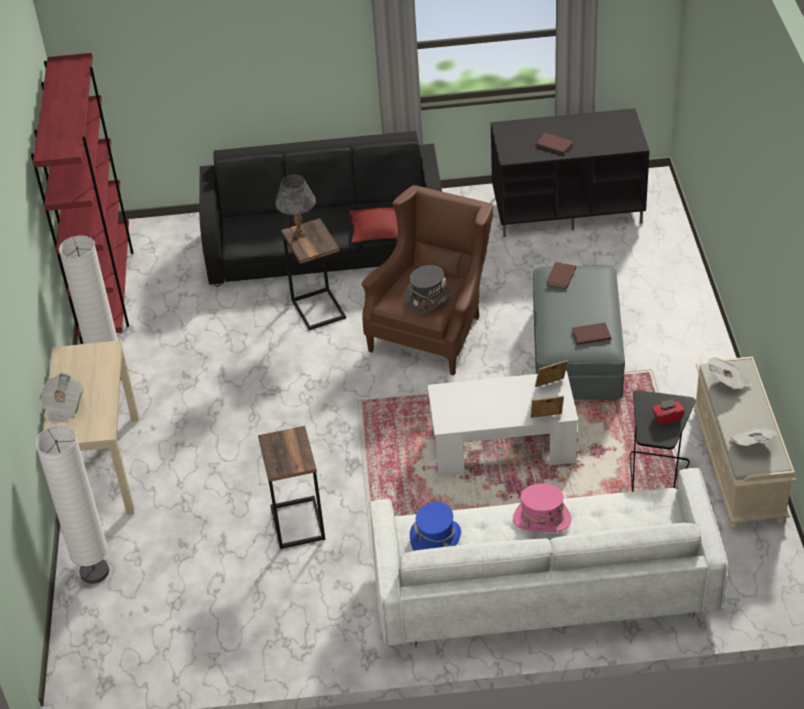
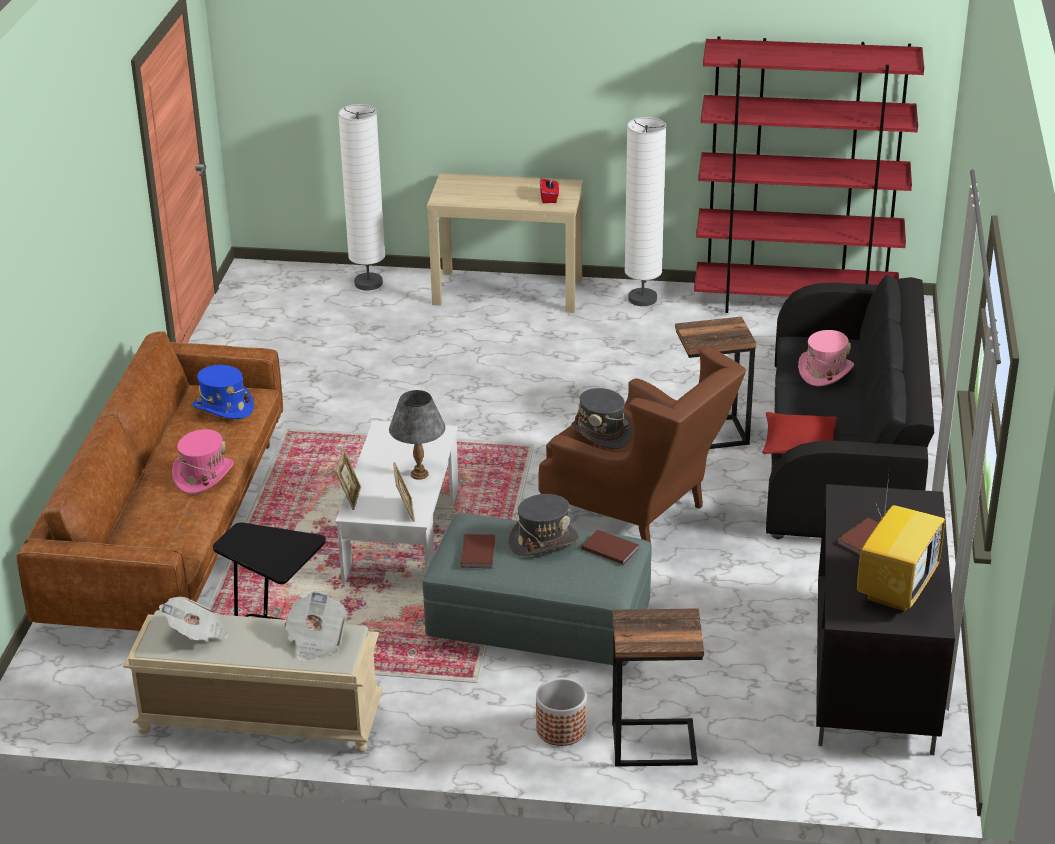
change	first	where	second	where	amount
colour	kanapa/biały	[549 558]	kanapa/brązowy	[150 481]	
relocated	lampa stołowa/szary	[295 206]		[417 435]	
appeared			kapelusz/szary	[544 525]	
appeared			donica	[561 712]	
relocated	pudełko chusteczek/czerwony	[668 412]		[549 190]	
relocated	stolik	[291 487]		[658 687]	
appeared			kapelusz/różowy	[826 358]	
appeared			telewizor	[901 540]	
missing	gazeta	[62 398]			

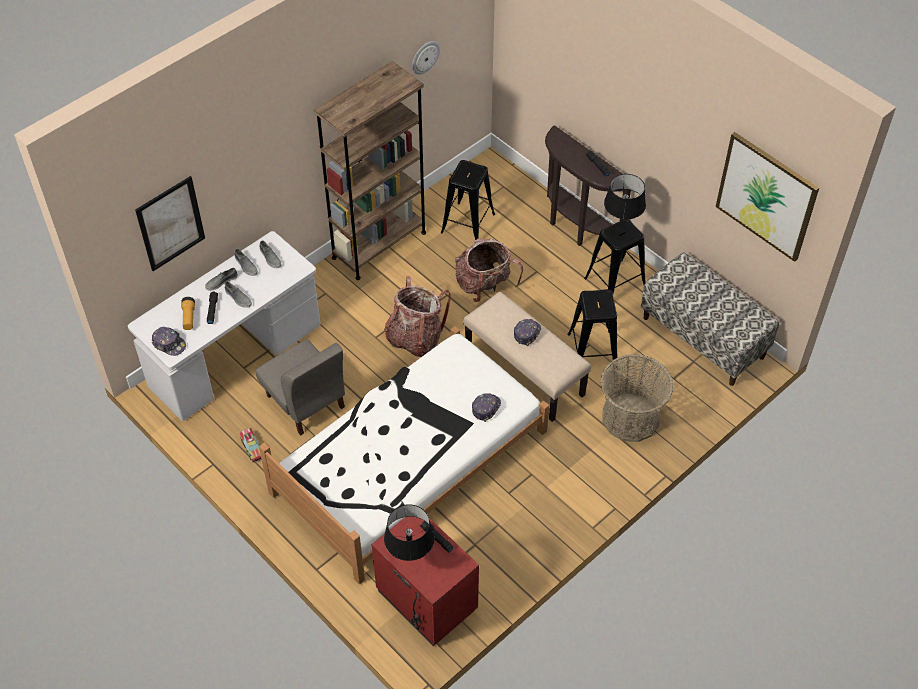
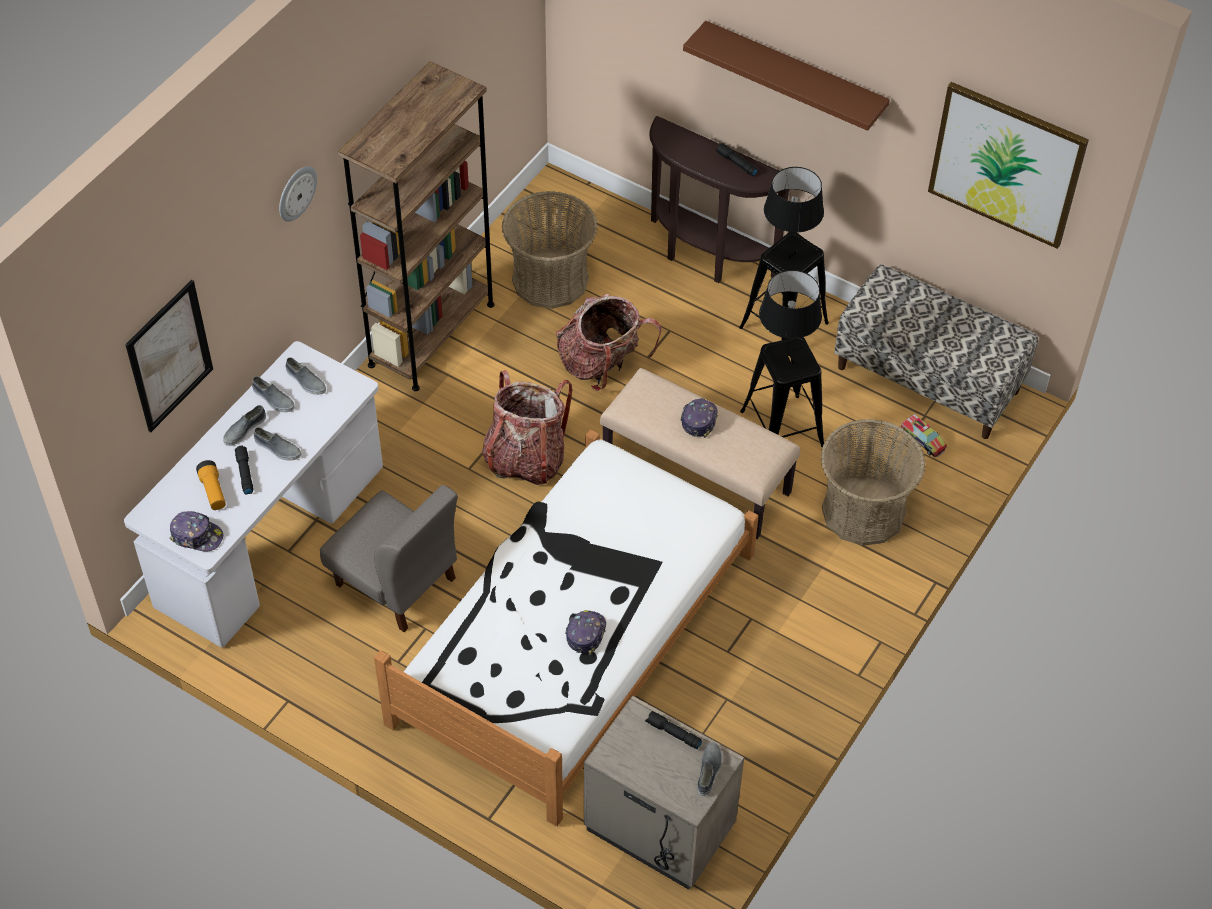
change	first	where	second	where	amount
relocated	zegar ścienny	[426 57]		[298 194]	
exchanged	stołek/czarny	[468 200]	koszyk	[549 250]	
relocated	czapka z daszkiem	[486 407]		[585 632]	
colour	szafka nocna/czerwony	[425 581]	szafka nocna/beżowy	[664 793]	
appeared			półka/brązowy	[786 76]	
appeared			but/szary	[709 769]	
relocated	lampa stołowa/czarny	[409 532]		[790 310]	
relocated	ciężarówka zabawkowa	[250 445]		[924 435]	

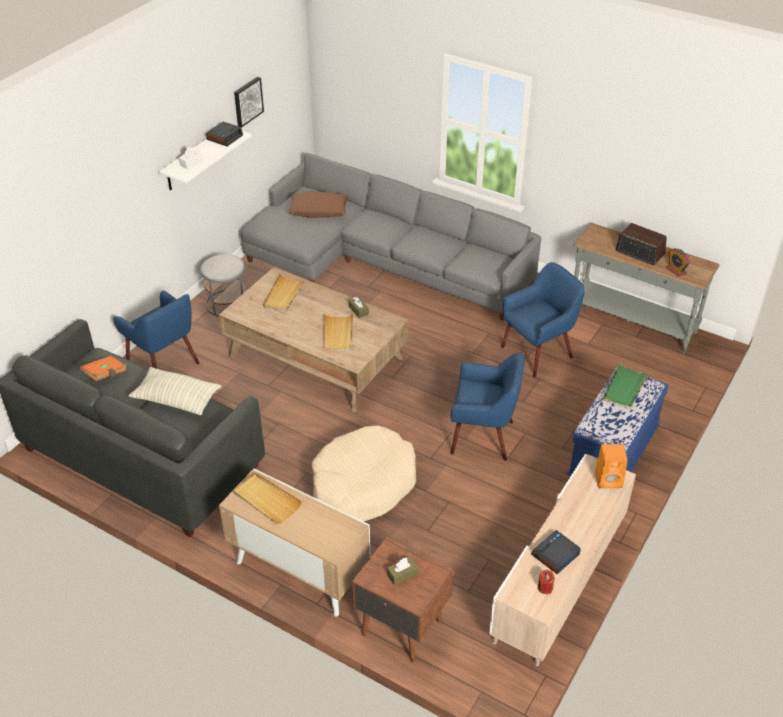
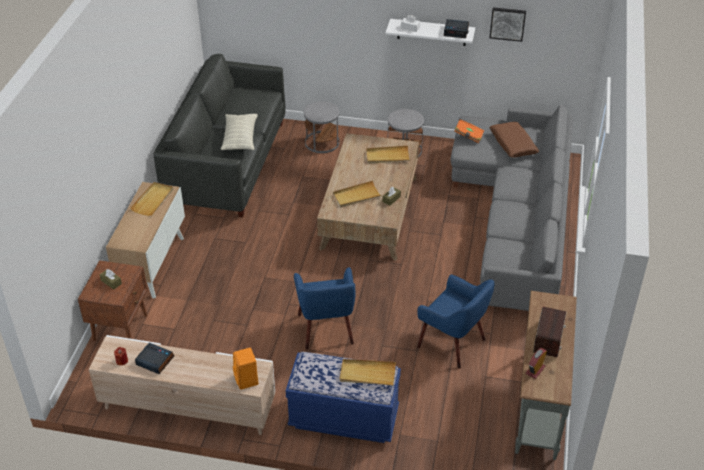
change	first	where	second	where	amount
exchanged	fotel/niebieski	[156 329]	stolik/szary	[321 127]	
colour	taca/zielony	[626 385]	taca/beżowy	[367 372]	
relocated	książka/pomarańczowy	[103 368]		[469 131]	
missing	legowisko/beżowy	[364 473]			

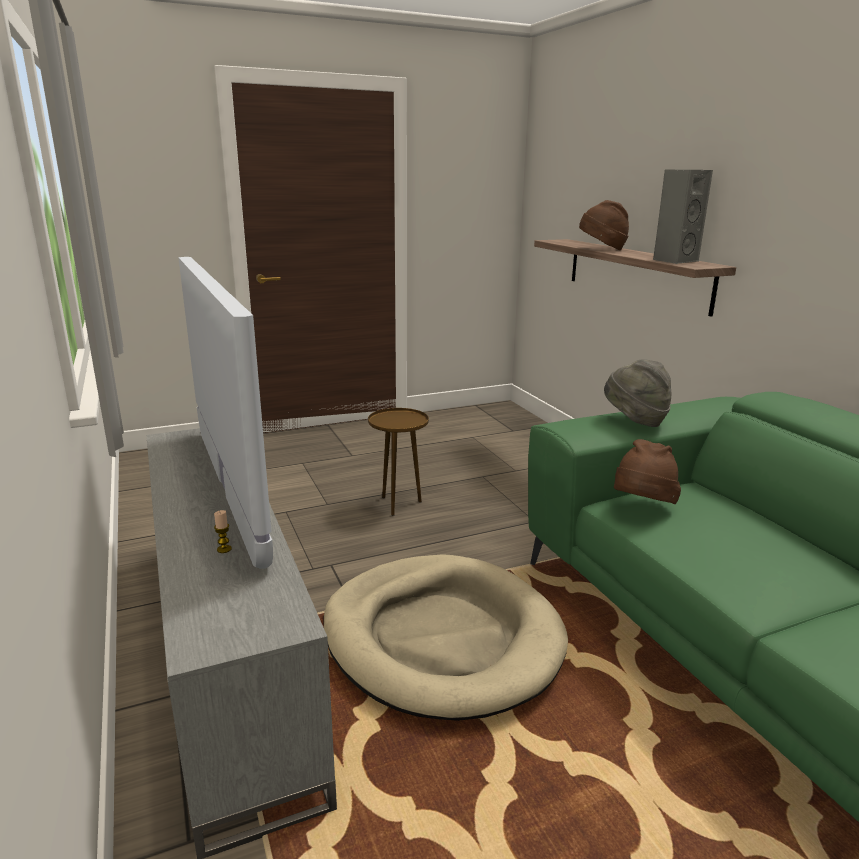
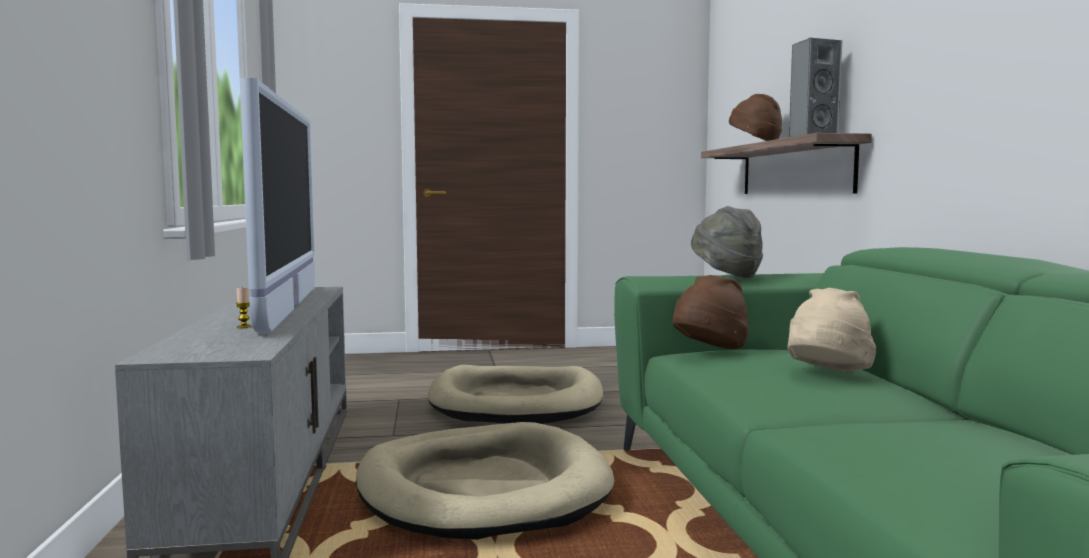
change	first	where	second	where	amount
exchanged	stolik/brązowy	[398 462]	legowisko/beżowy	[515 394]	
appeared			kapelusz/beżowy	[832 329]	

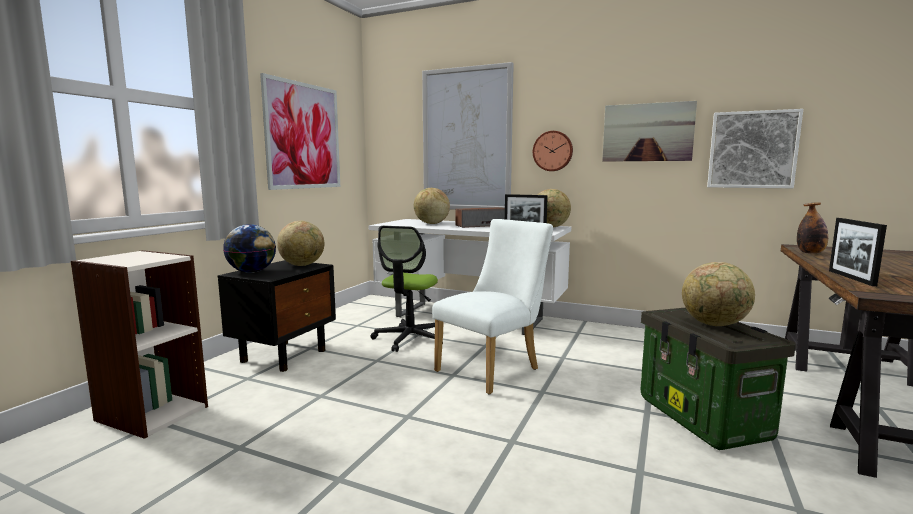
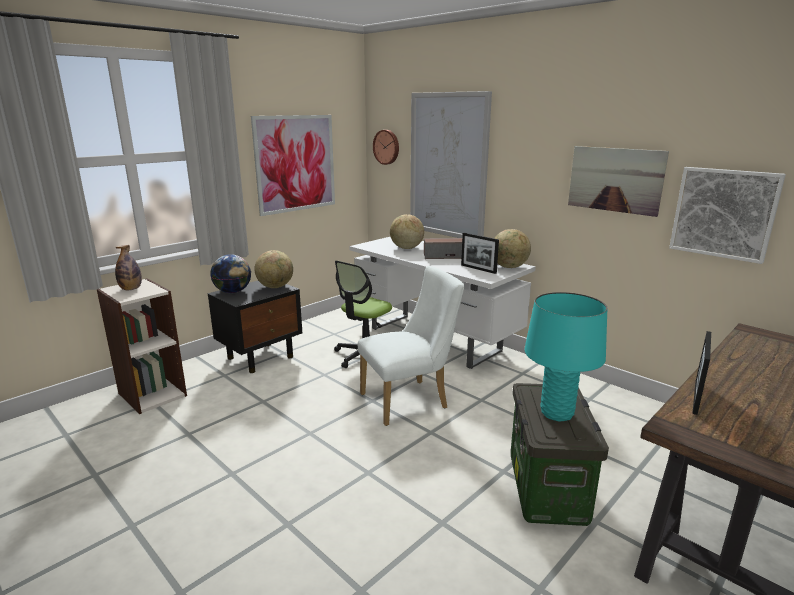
change	first	where	second	where	amount
relocated	butelka	[812 227]		[128 267]	
relocated	zegar ścienny	[553 151]		[386 147]	
exchanged	globus	[718 294]	lampa stołowa/turkusowy	[566 357]	

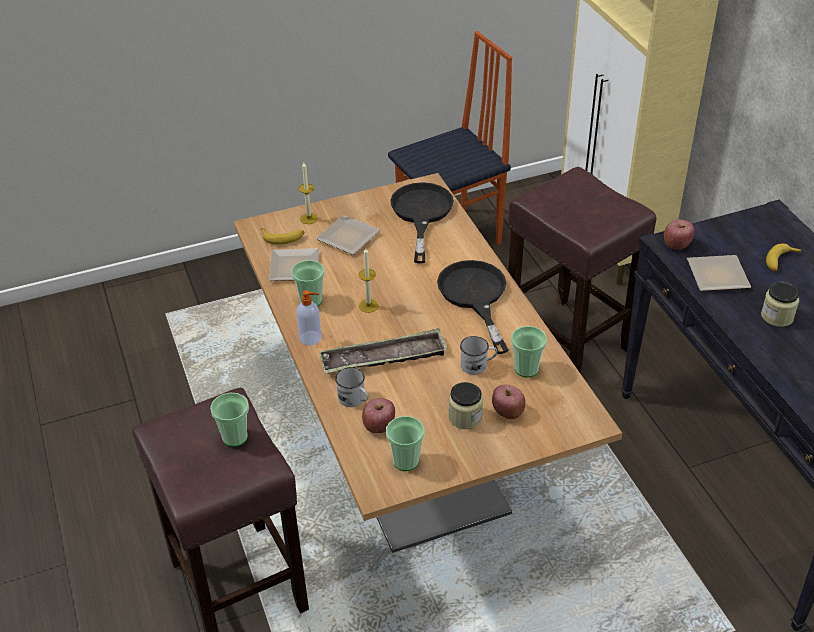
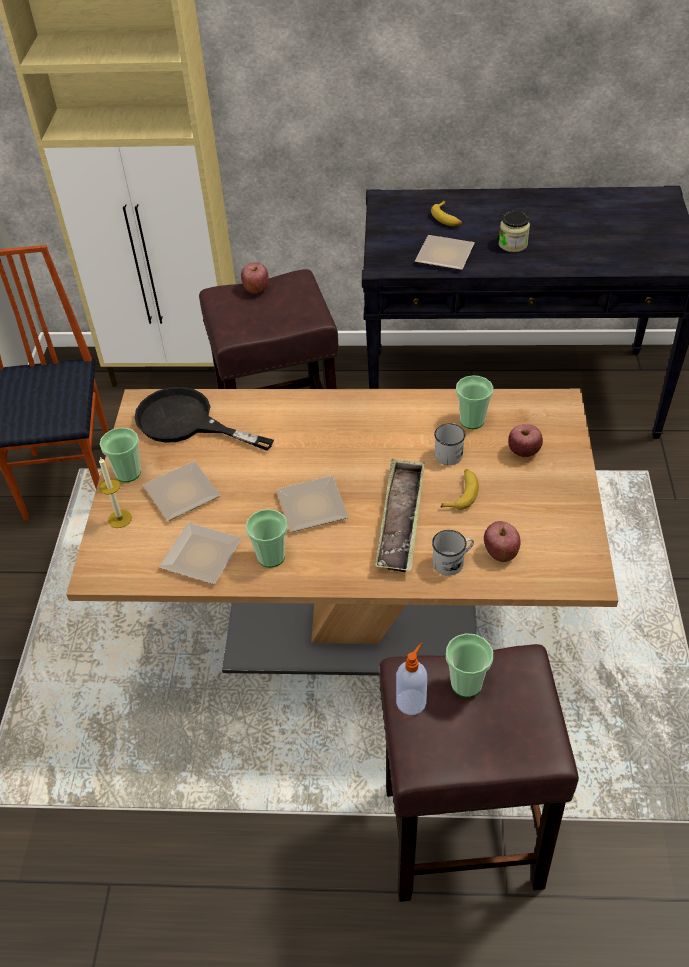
change	first	where	second	where	amount
relocated	filiżanka	[405 443]		[120 455]	
relocated	jabłko	[679 234]		[255 278]	
exchanged	świeca	[368 280]	talerz	[312 504]	
relocated	dozownik mydła	[309 317]		[411 679]	
relocated	banan	[283 236]		[460 489]	
missing	patelnia/czarny	[472 307]			
missing	słoik	[466 405]			

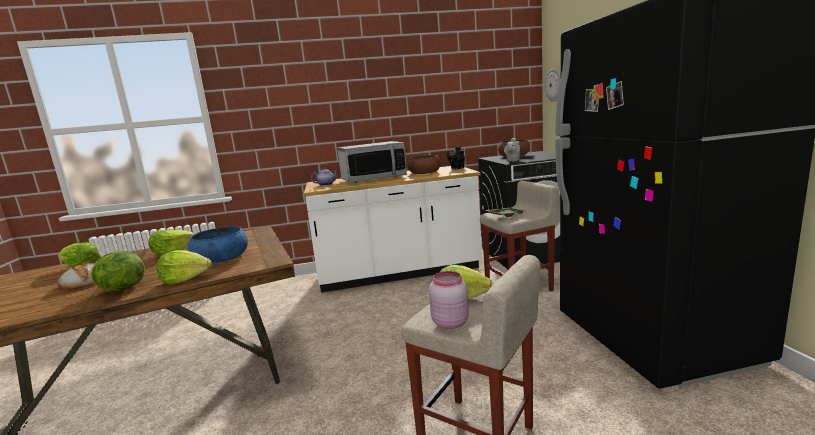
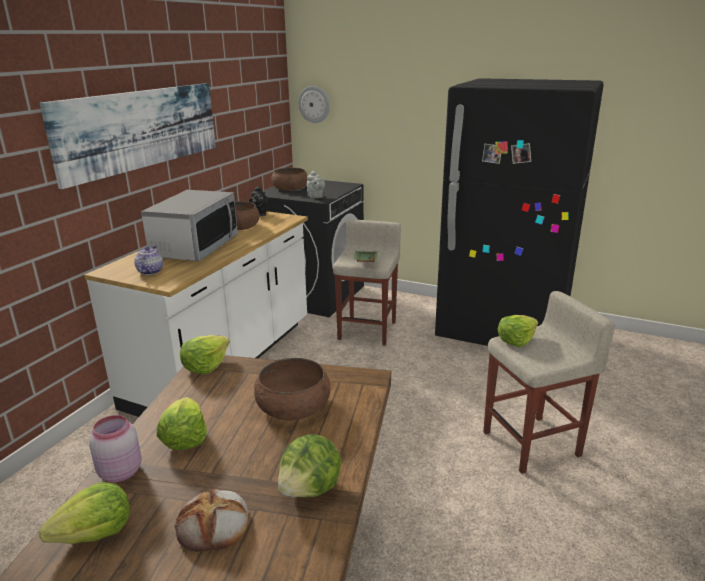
change	first	where	second	where	amount
appeared			obraz	[128 136]	
relocated	słoik/różowy	[449 300]		[115 448]	
relocated	sałata	[184 267]		[205 354]	
colour	miska/niebieski	[218 245]	miska/brązowy	[292 389]	

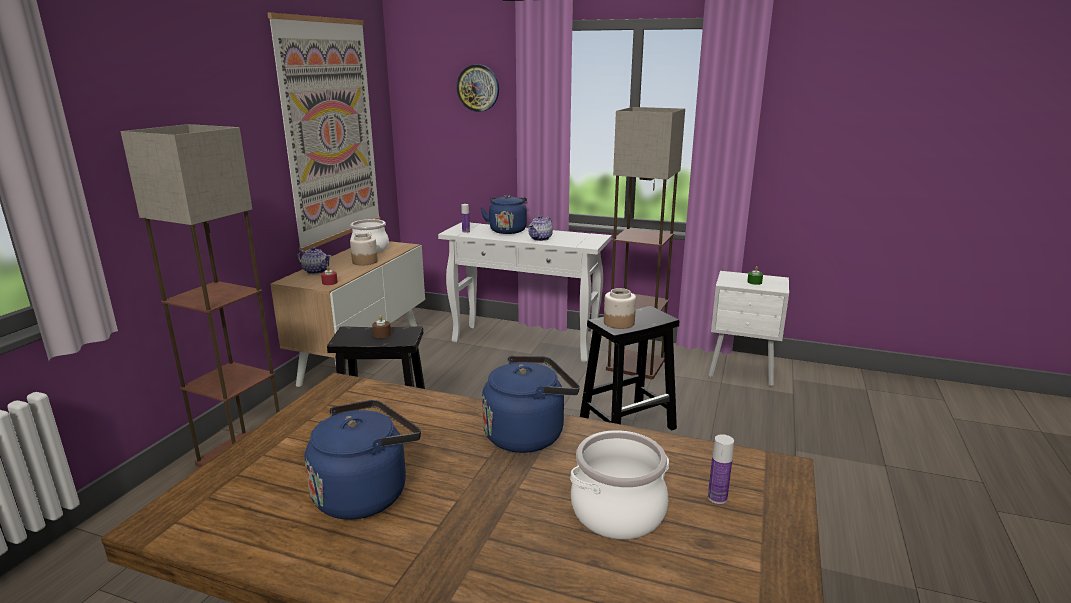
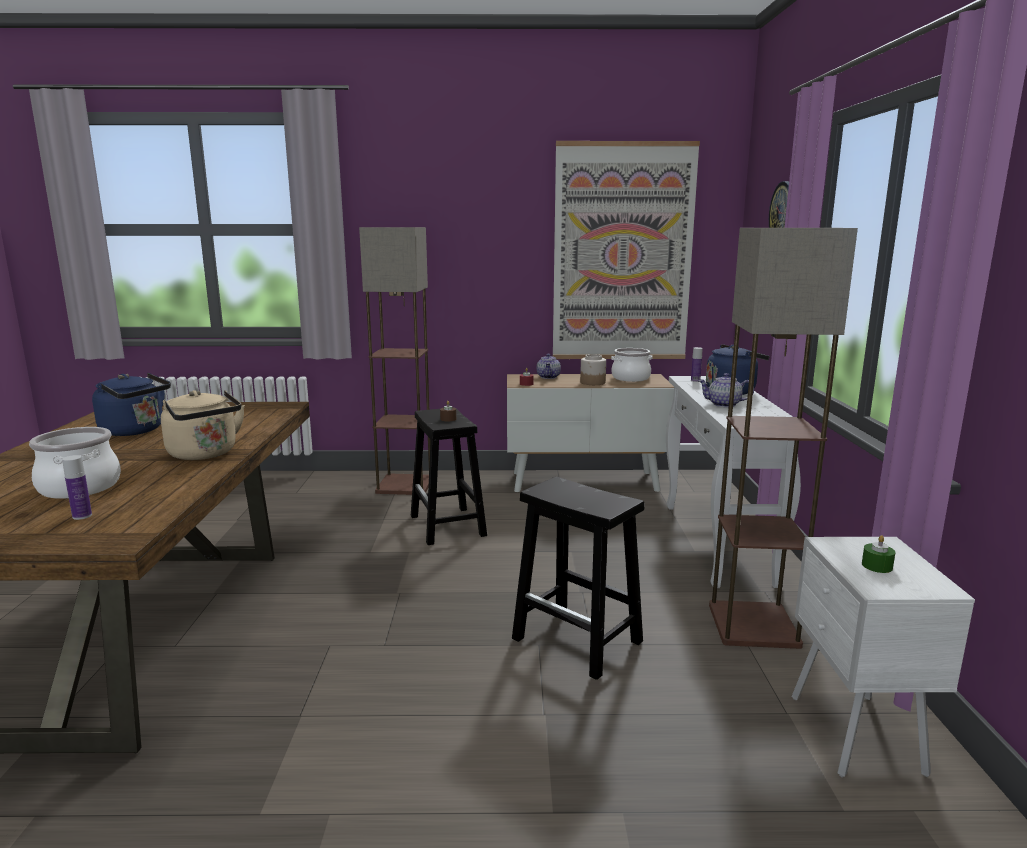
change	first	where	second	where	amount
colour	czajnik/niebieski	[531 404]	czajnik/beżowy	[203 425]	
missing	słoik	[620 308]			

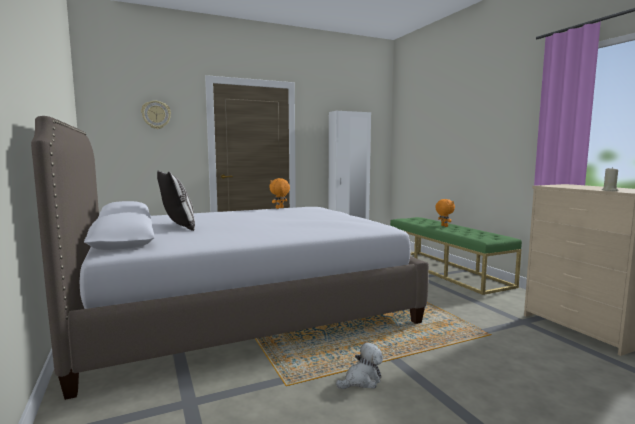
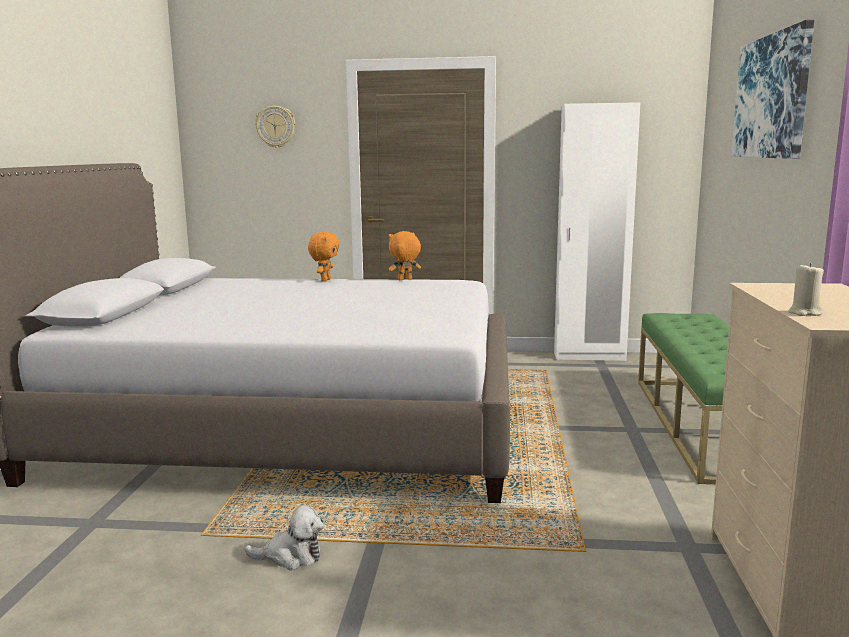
change	first	where	second	where	amount
relocated	pluszak/pomarańczowy	[445 213]		[323 257]	
appeared			obraz	[772 89]	
missing	poduszka	[176 201]			

